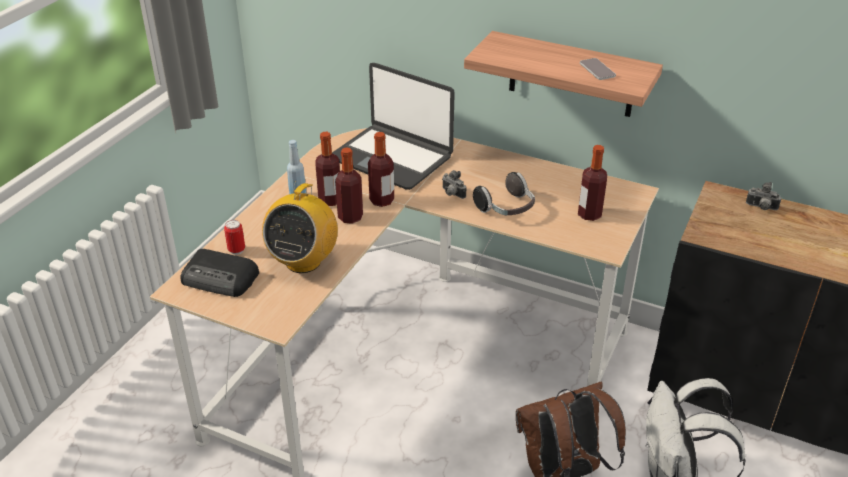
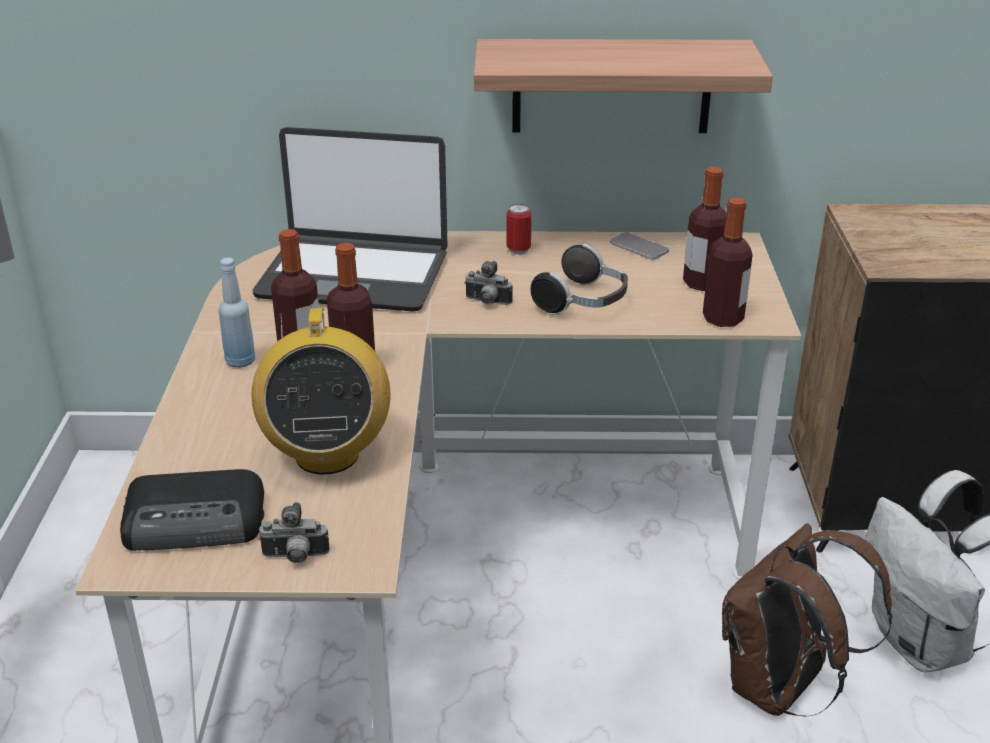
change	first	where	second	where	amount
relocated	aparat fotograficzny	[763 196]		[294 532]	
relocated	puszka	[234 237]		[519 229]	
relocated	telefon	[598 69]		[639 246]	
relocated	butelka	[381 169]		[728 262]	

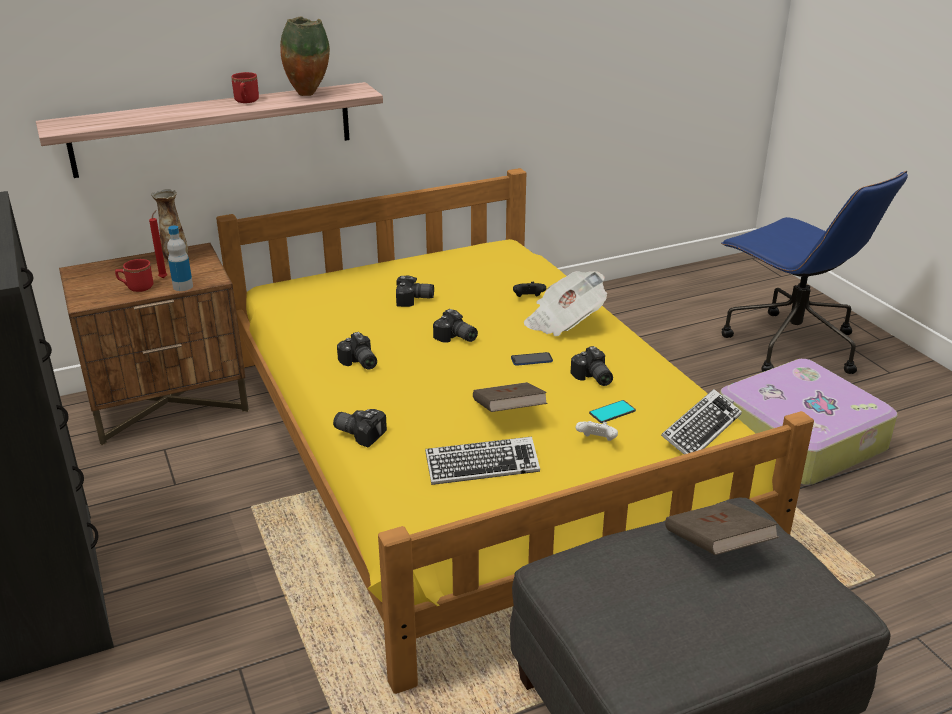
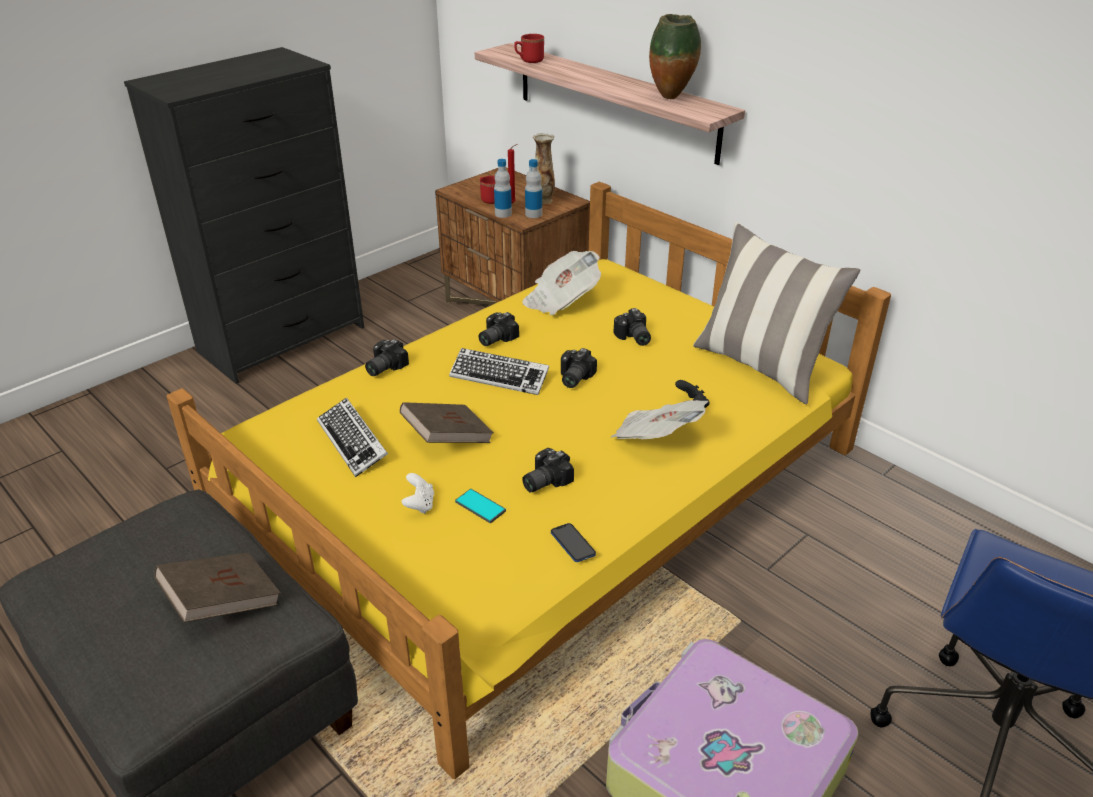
change	first	where	second	where	amount
spun	aparat fotograficzny	[360 428]		[387 357]	150 degrees counterclockwise
relocated	klawiatura	[701 421]		[499 371]	
relocated	kubek/czerwony	[245 87]		[529 48]	
appeared			gazeta	[561 283]	
appeared			butelka	[533 188]	
relocated	telefon	[532 359]		[573 542]	
appeared			poduszka	[777 313]	

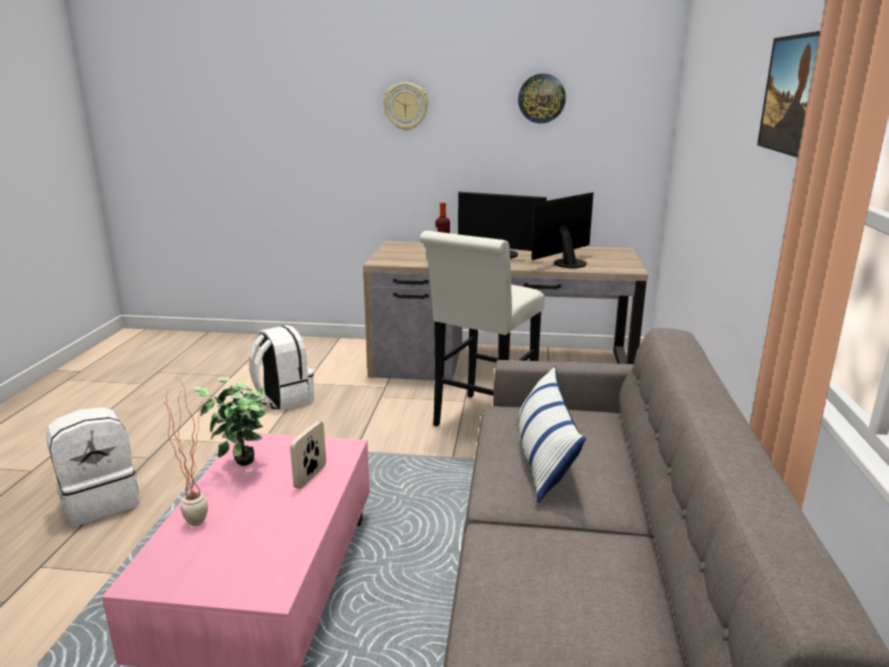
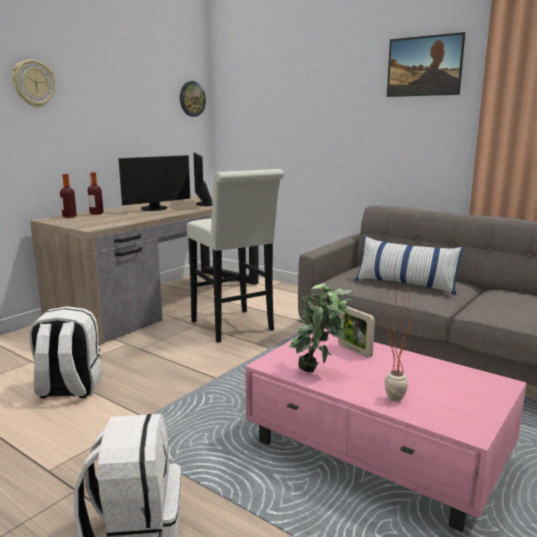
change	first	where	second	where	amount
appeared			butelka	[68 196]	
relocated	zegar ścienny	[542 98]		[193 99]	

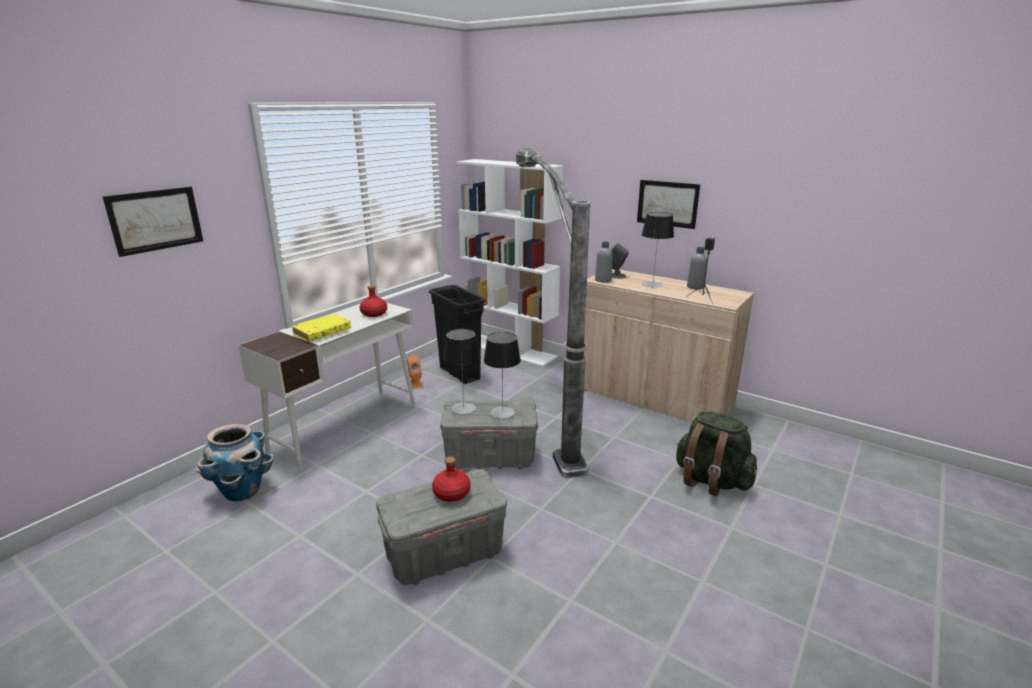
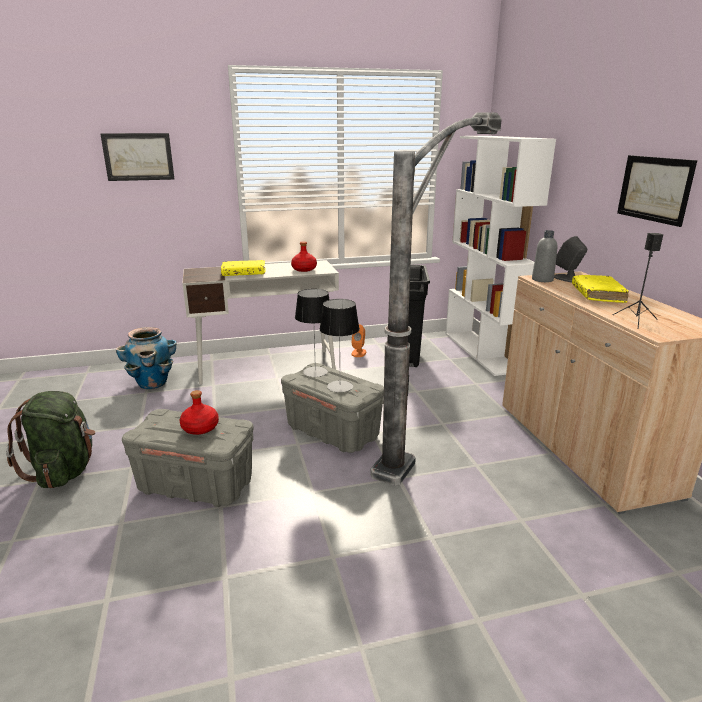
change	first	where	second	where	amount
relocated	plecak/zielony	[716 454]		[50 439]	
exchanged	lampa stołowa	[658 250]	książka/żółty	[600 289]	
missing	butelka/szary	[697 268]			

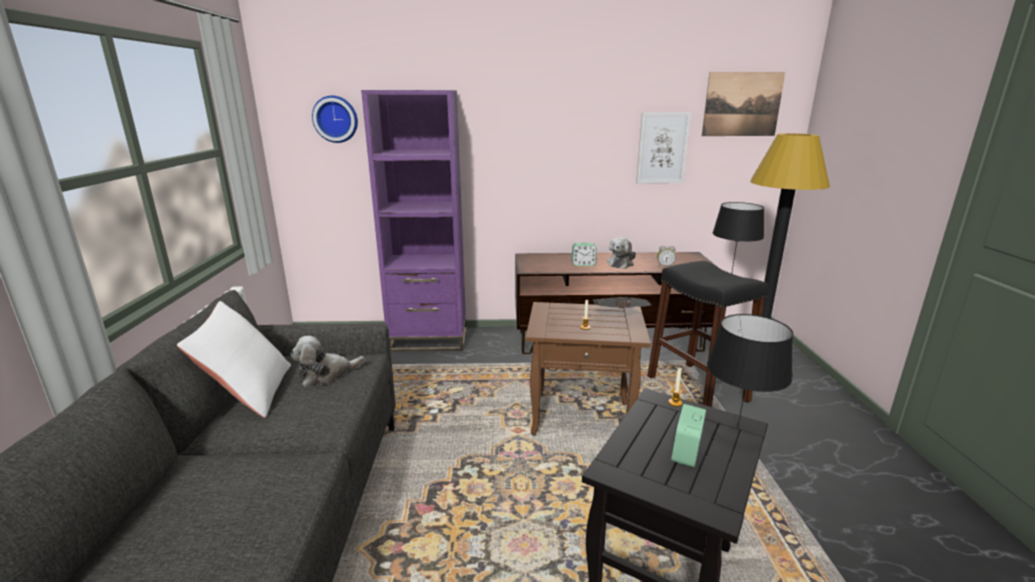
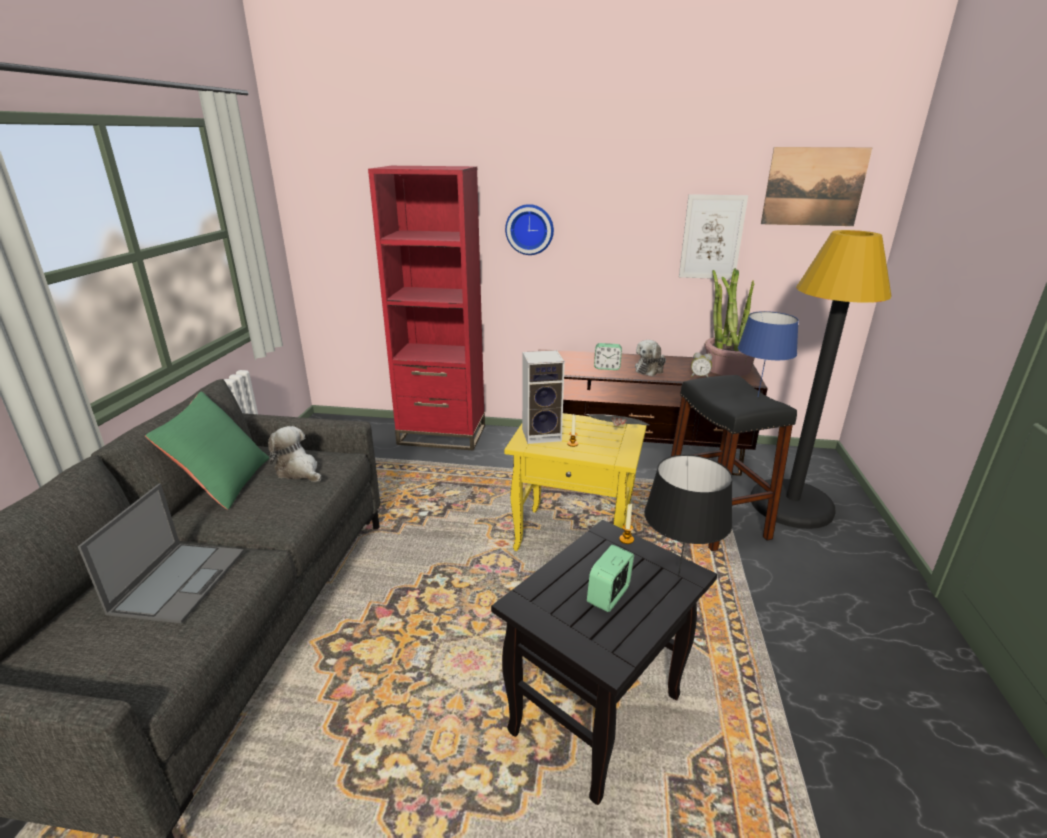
change	first	where	second	where	amount
appeared			laptop	[161 553]	
colour	poduszka/biały	[234 359]	poduszka/zielony	[207 450]	
spun	pluszak	[327 361]		[294 454]	60 degrees clockwise
colour	regał/fioletowy	[414 221]	regał/czerwony	[426 308]	
colour	stolik/brązowy	[588 369]	stolik/żółty	[575 482]	
relocated	zegar ścienny	[335 119]		[529 229]	
appeared			głośnik	[543 397]	
appeared			roślina doniczkowa	[729 322]	
colour	lampa stołowa/czarny	[738 239]	lampa stołowa/niebieski	[768 353]	

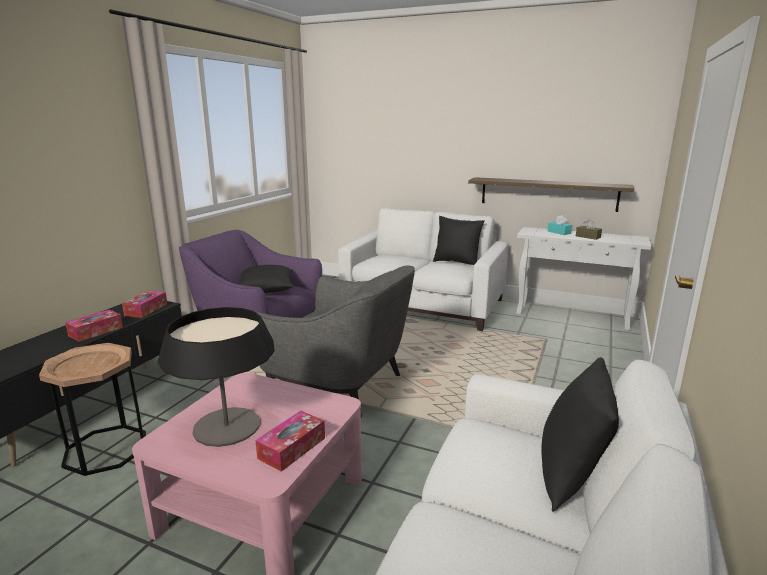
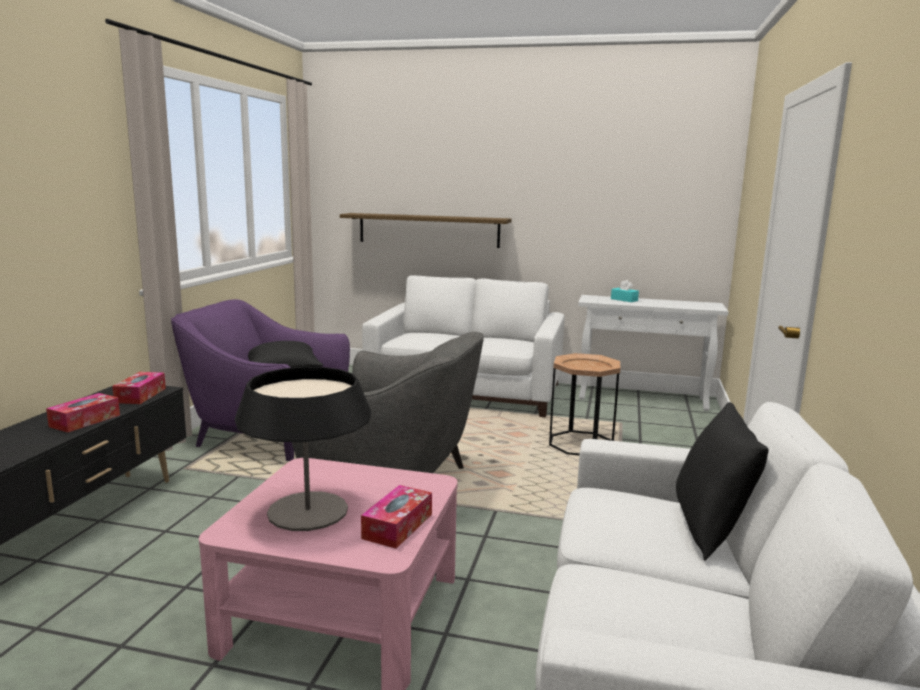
change	first	where	second	where	amount
relocated	półka	[551 194]		[426 230]	
relocated	stolik/brązowy	[92 409]		[585 404]	
missing	poduszka/czarny	[459 240]			
missing	pudełko chusteczek/brązowy	[589 229]			

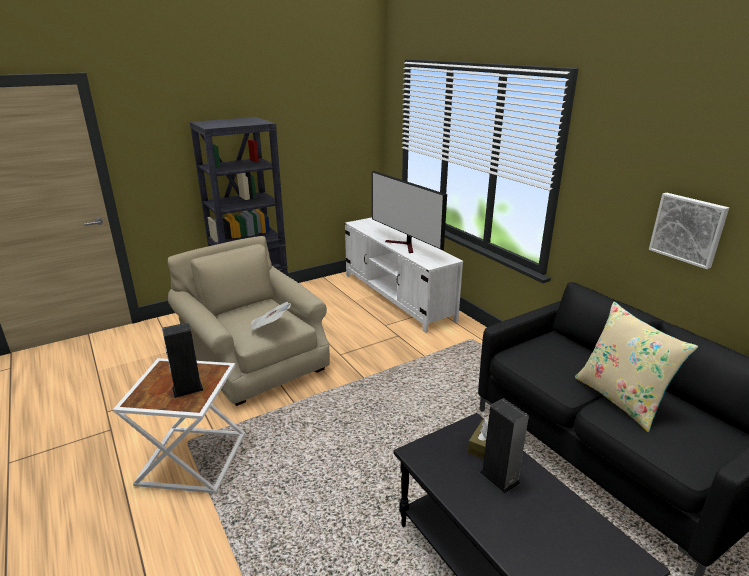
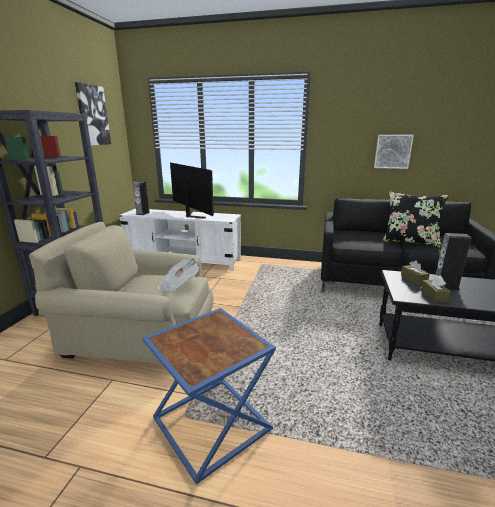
change	first	where	second	where	amount
appeared			obraz	[93 114]	
relocated	głośnik	[183 360]		[141 198]	
colour	stolik/biały	[179 425]	stolik/niebieski	[209 396]	
spun	telewizor	[409 212]		[192 191]	135 degrees counterclockwise
colour	poduszka/beżowy	[636 367]	poduszka/czarny	[415 219]	
appeared			pudełko chusteczek/brązowy	[436 288]	

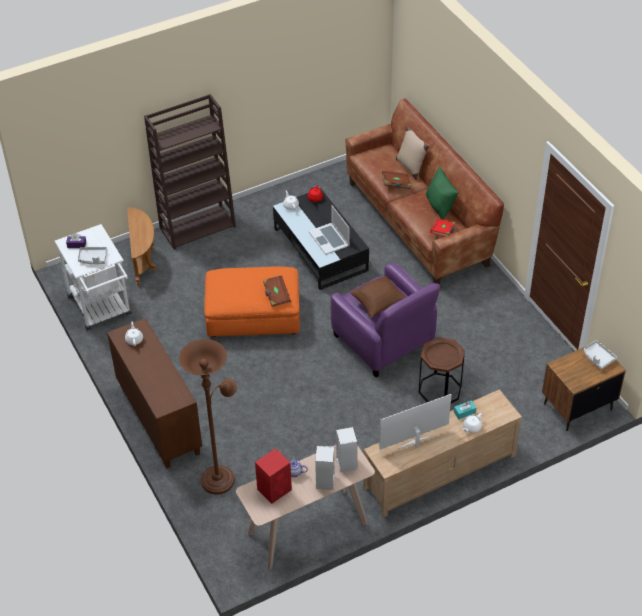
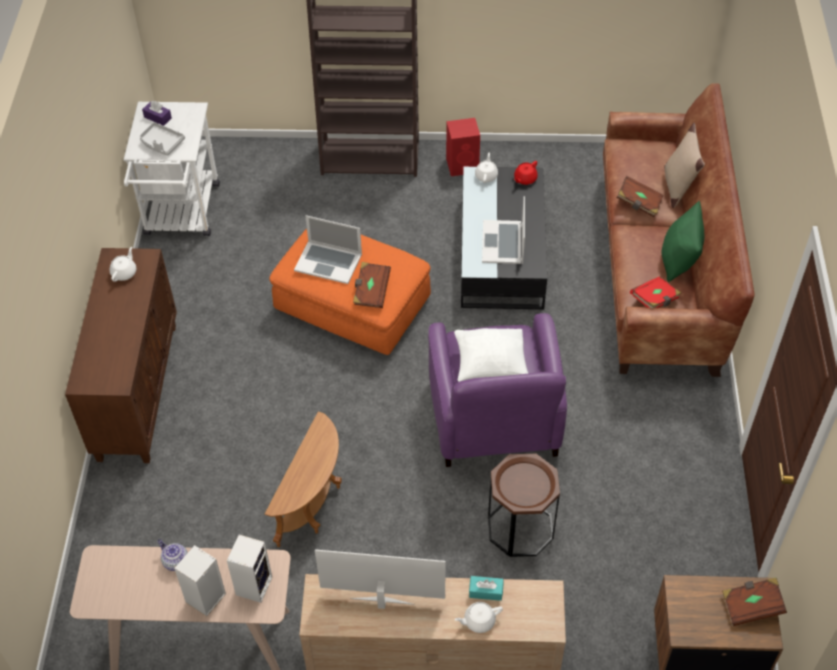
change	first	where	second	where	amount
relocated	stolik/brązowy	[141 246]		[303 479]	
appeared			laptop	[328 249]	
relocated	głośnik/czerwony	[273 476]		[463 147]	
colour	poduszka/brązowy	[378 297]	poduszka/biały	[491 355]	
exchanged	taca/szary	[600 354]	książka/brązowy	[754 602]	
missing	lampa stojąca/brązowy	[208 416]			

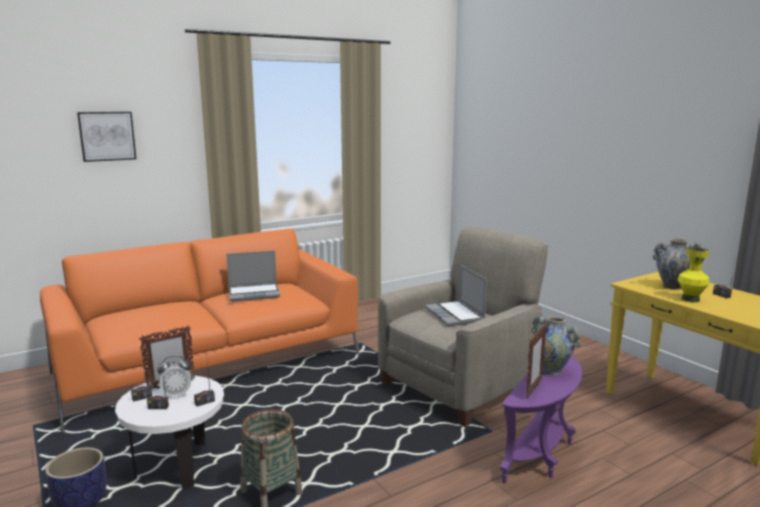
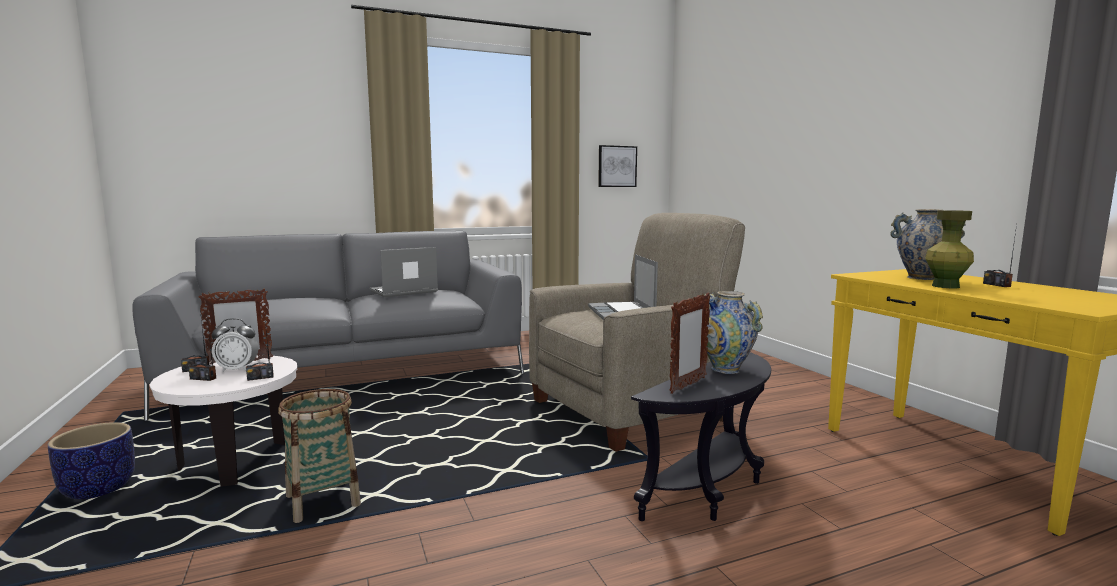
change	first	where	second	where	amount
colour	kanapa/pomarańczowy	[200 331]	kanapa/szary	[328 326]	
spun	laptop	[253 276]		[403 272]	150 degrees clockwise
relocated	obraz	[107 137]		[617 166]	
colour	stolik/fioletowy	[541 420]	stolik/czarny	[701 436]	
colour	wazon/żółty	[693 274]	wazon/zielony	[949 249]	

